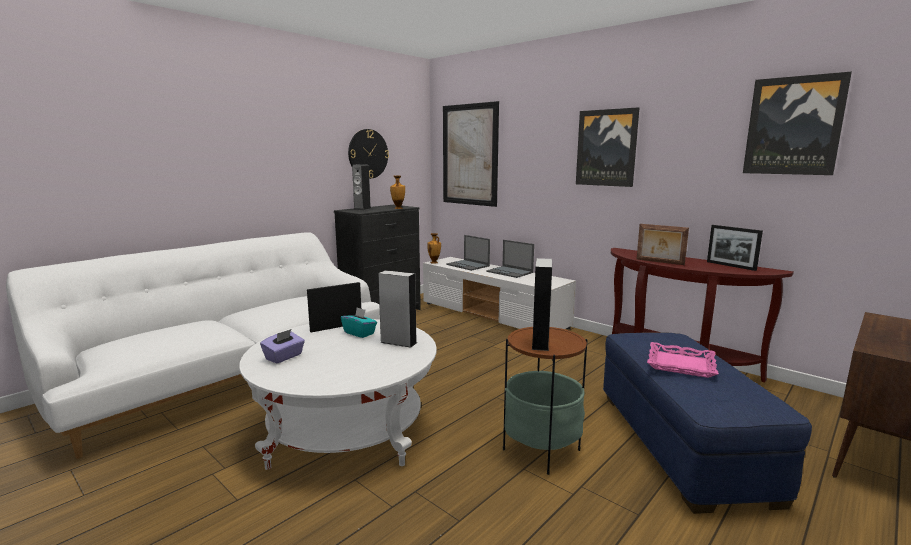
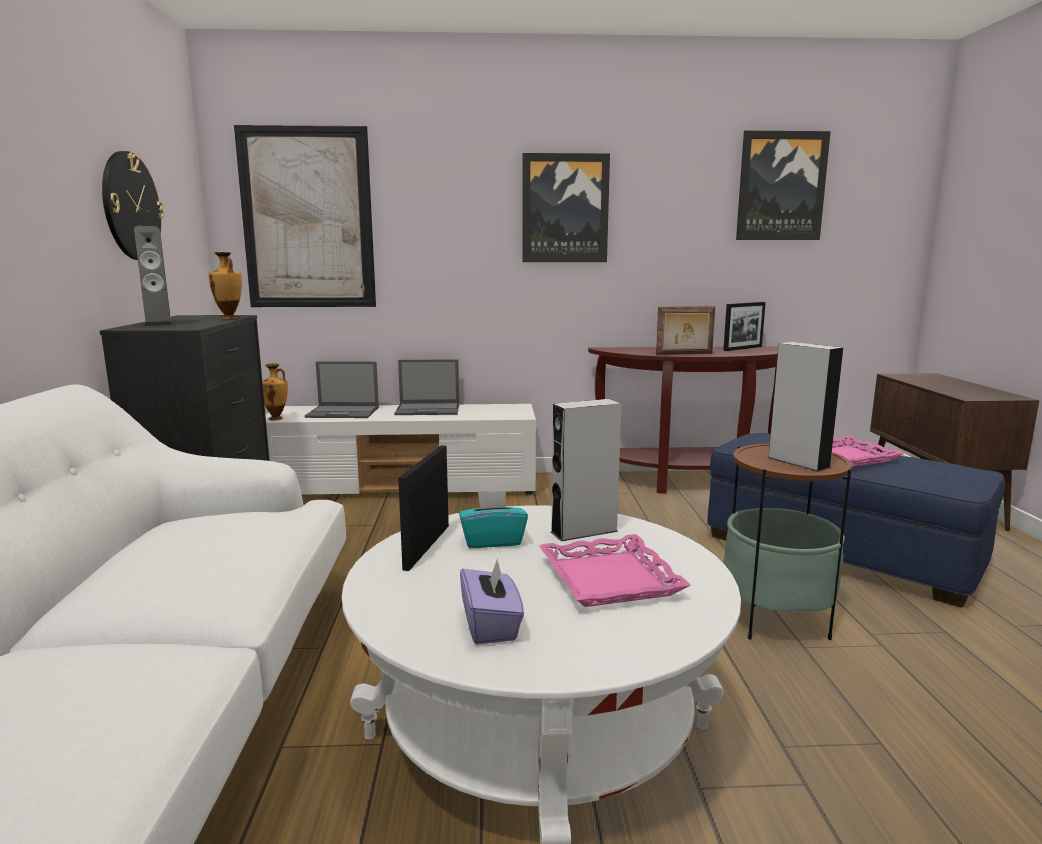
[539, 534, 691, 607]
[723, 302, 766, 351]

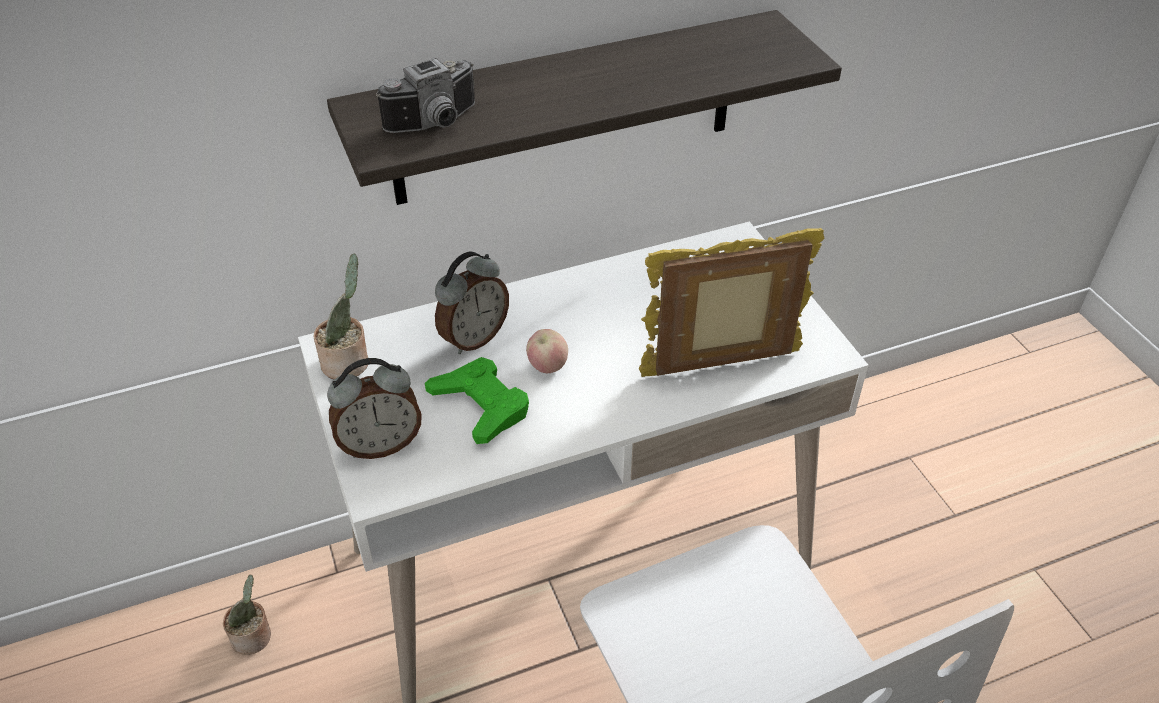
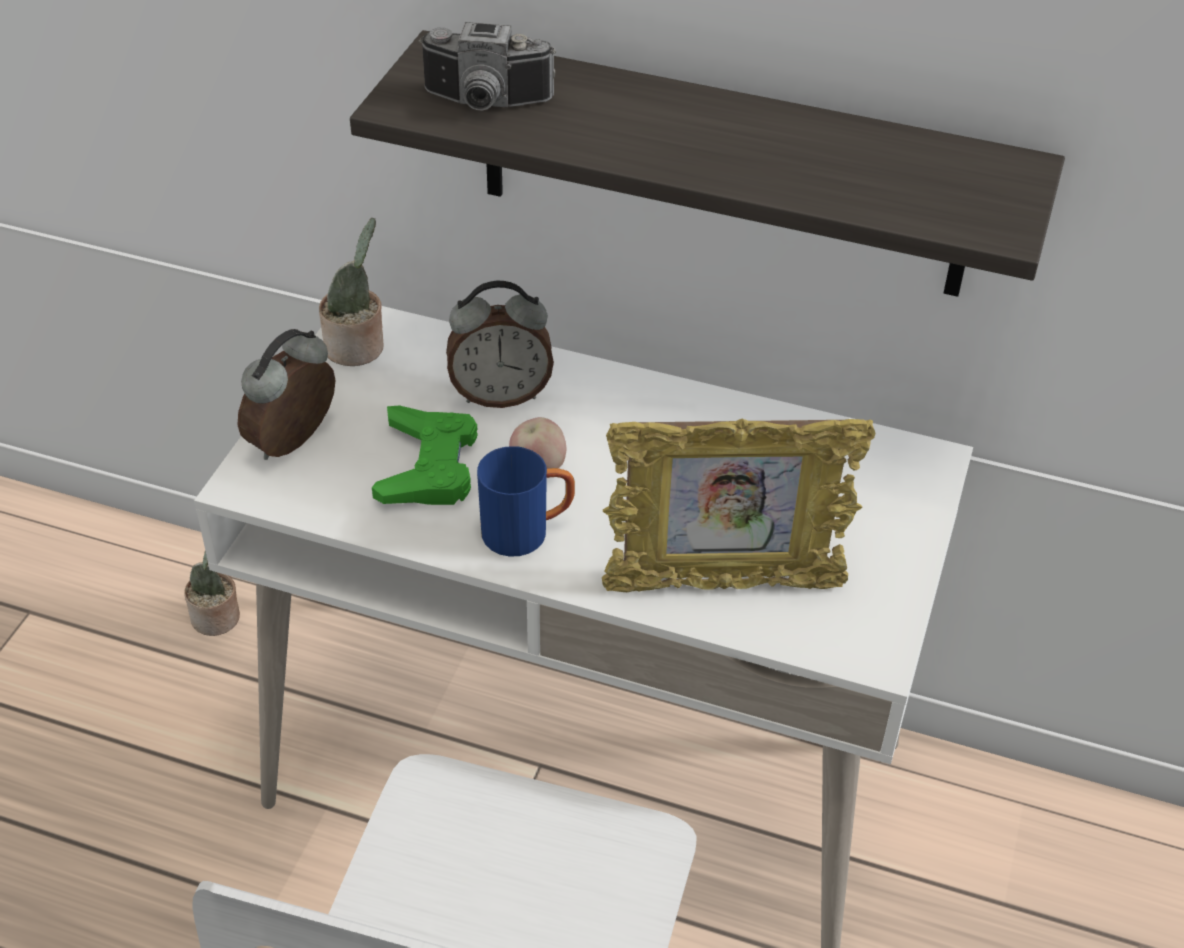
[477, 446, 575, 557]
[237, 329, 336, 460]
[602, 418, 876, 592]

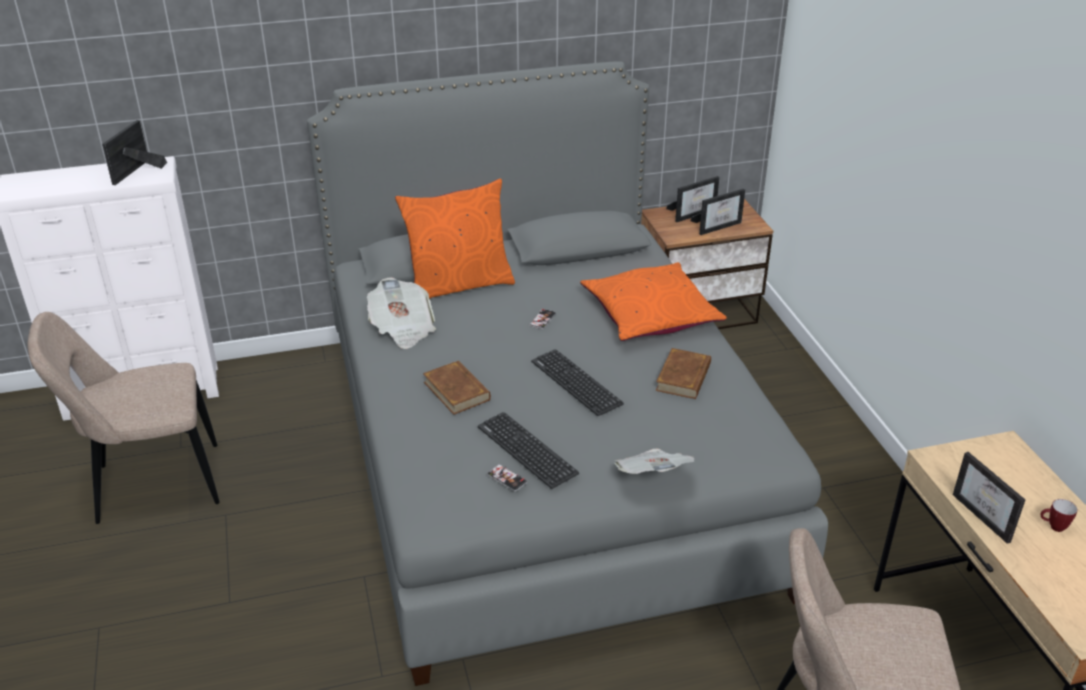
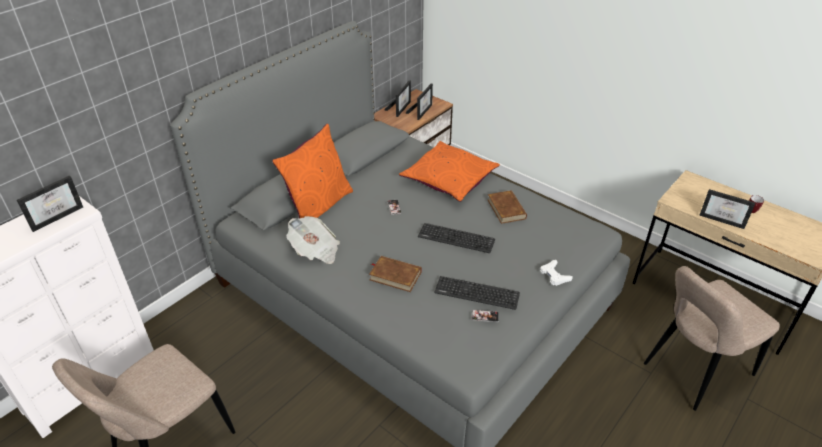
[540, 260, 573, 286]
[17, 176, 83, 232]

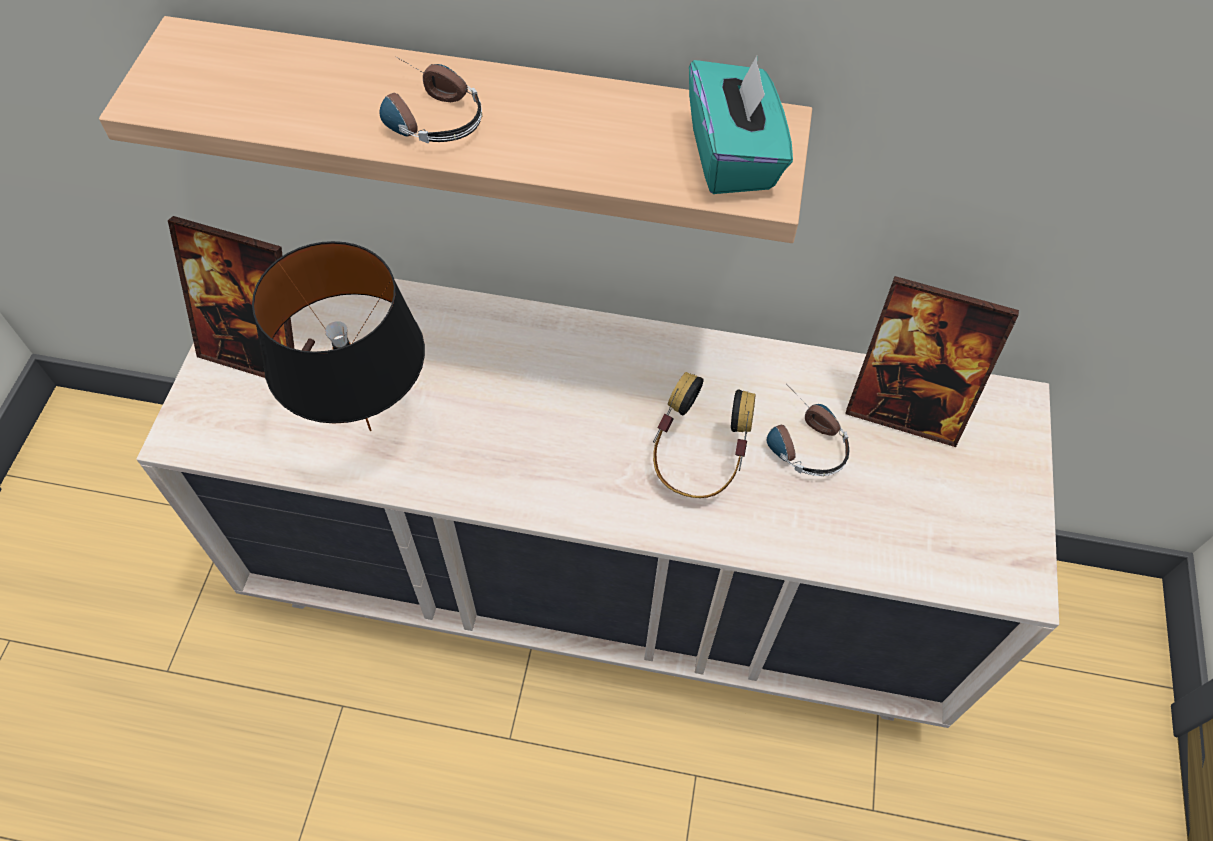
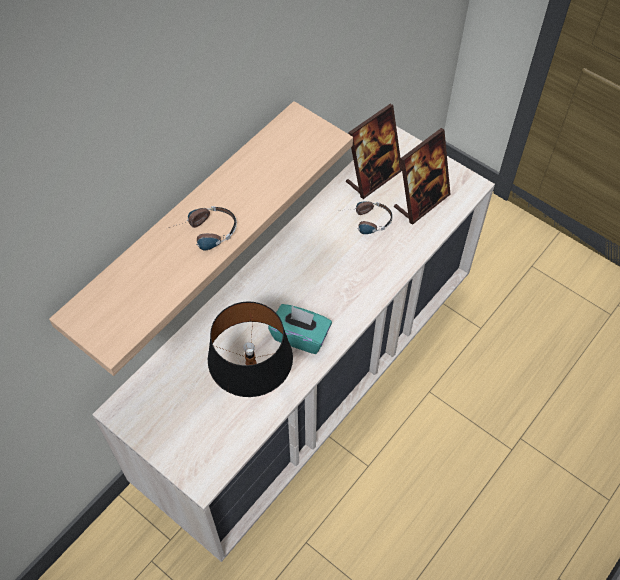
[653, 372, 755, 498] (first image)
[394, 128, 451, 225]
[268, 304, 332, 354]

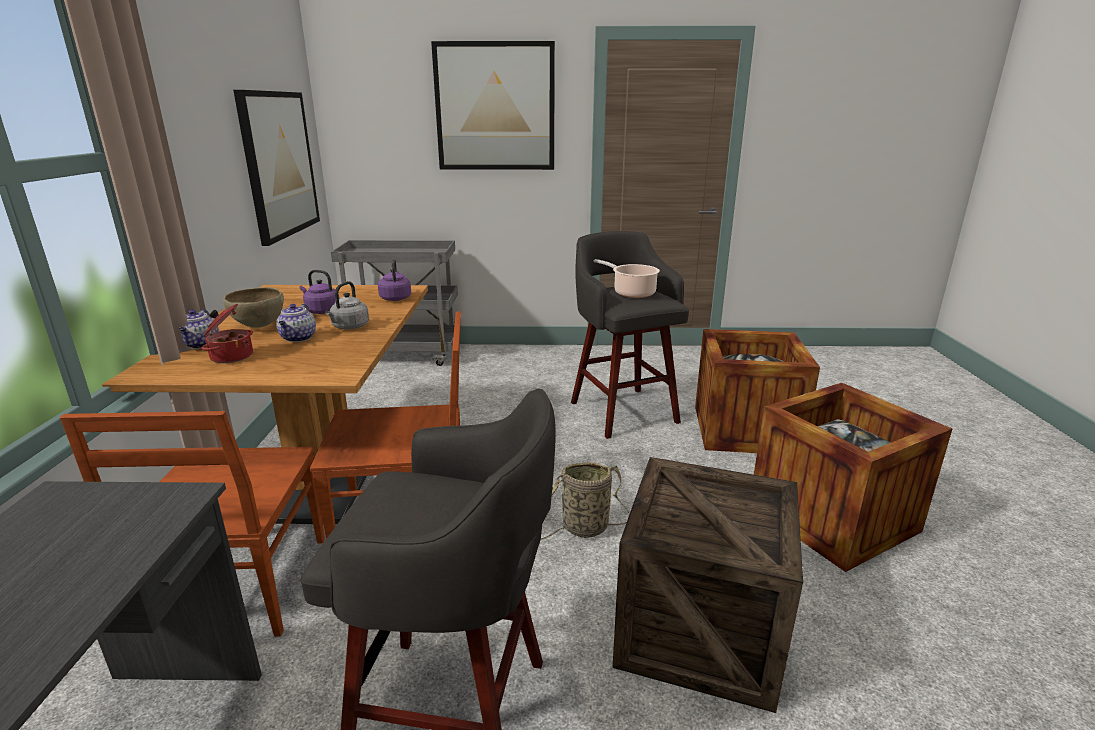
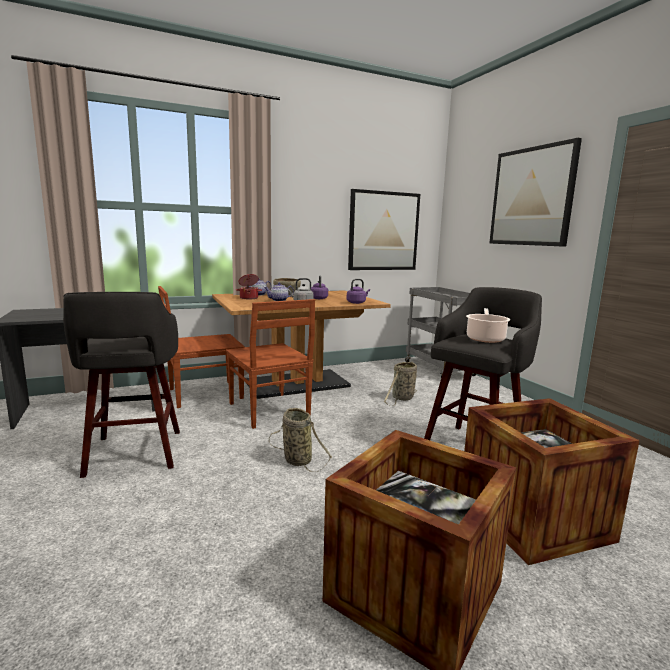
[612, 457, 803, 713] (first image)
[384, 361, 417, 406]

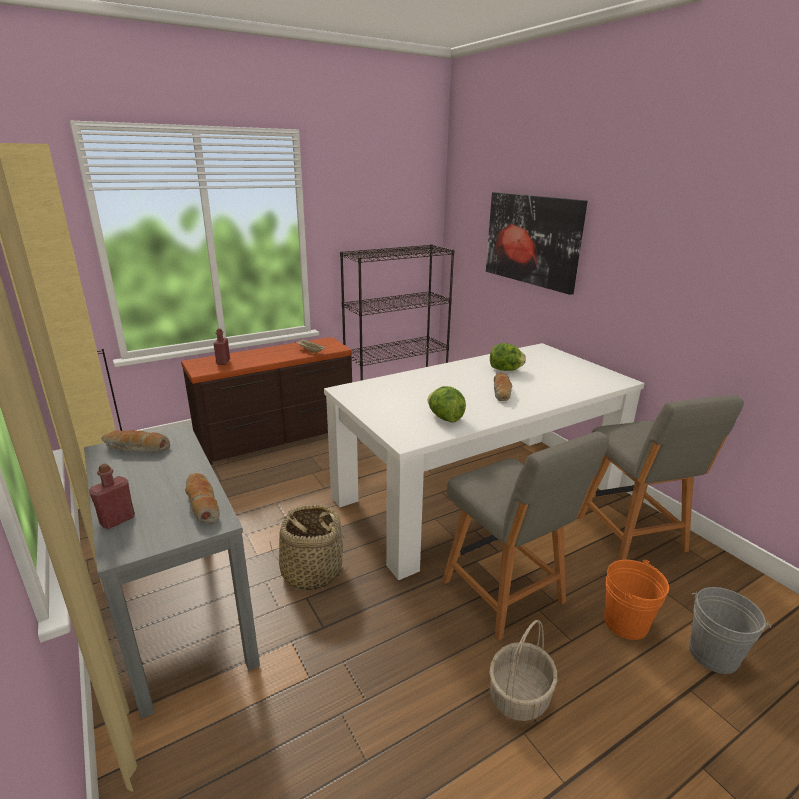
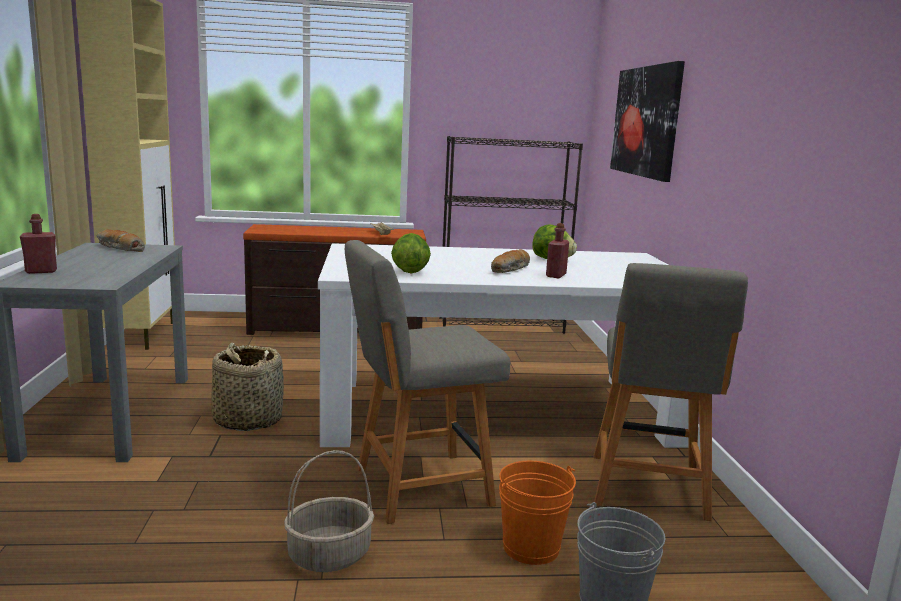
[185, 473, 220, 524] (first image)
[546, 223, 569, 278]
[345, 240, 510, 524]

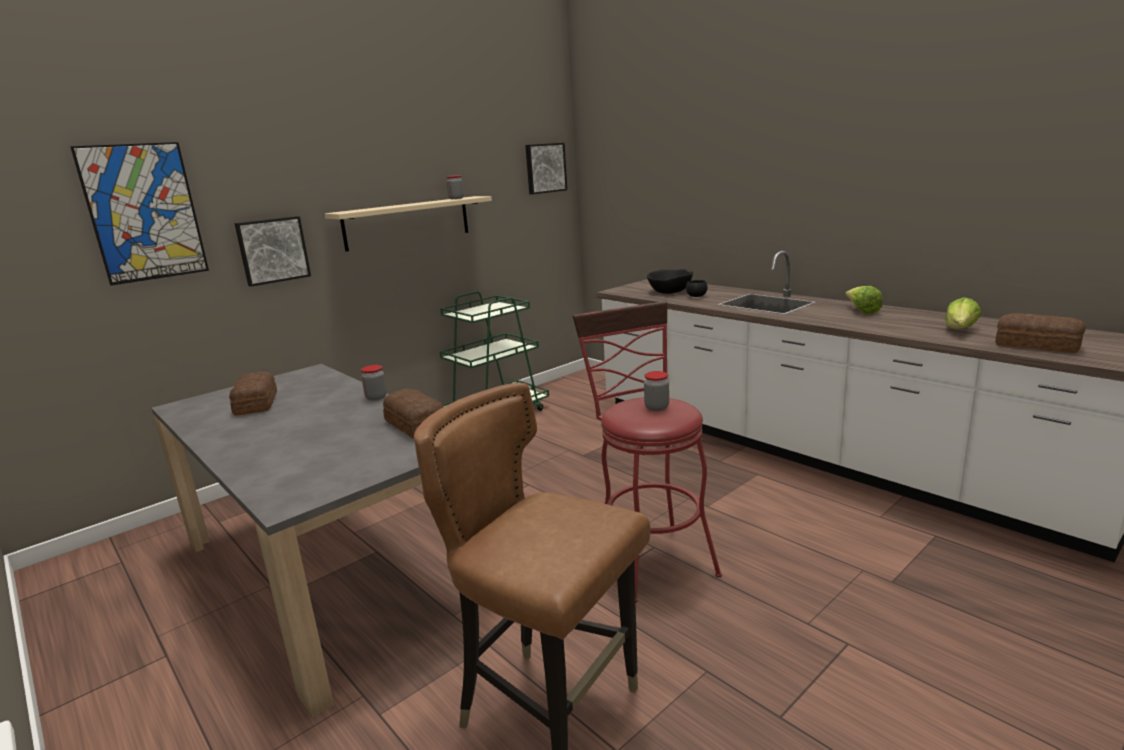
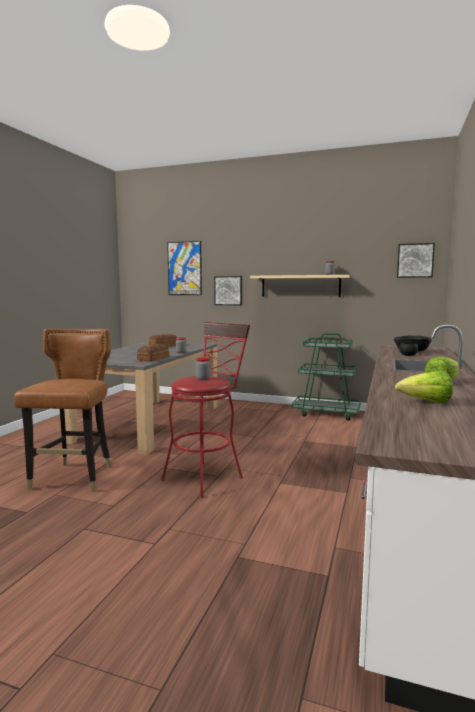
[995, 313, 1086, 353] (first image)

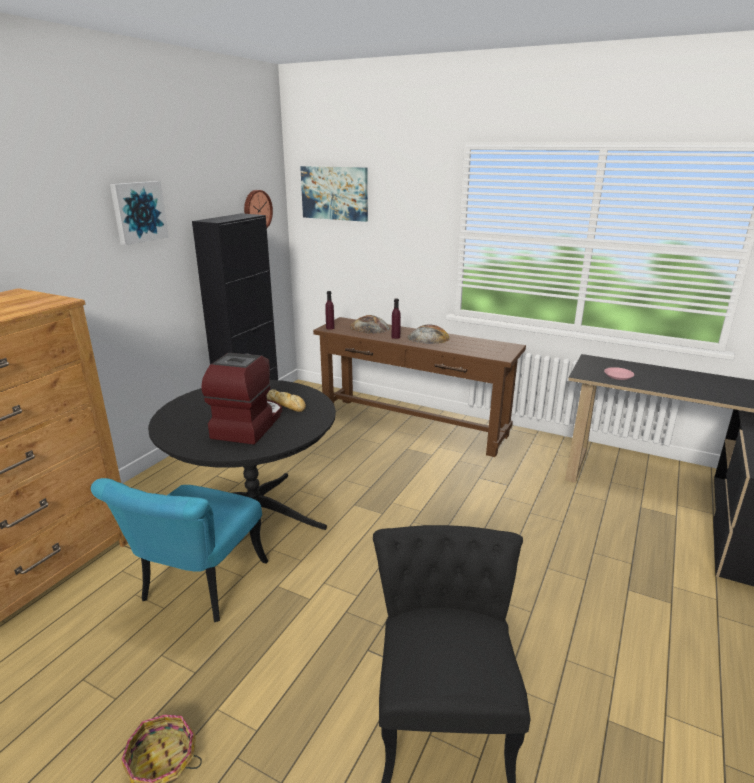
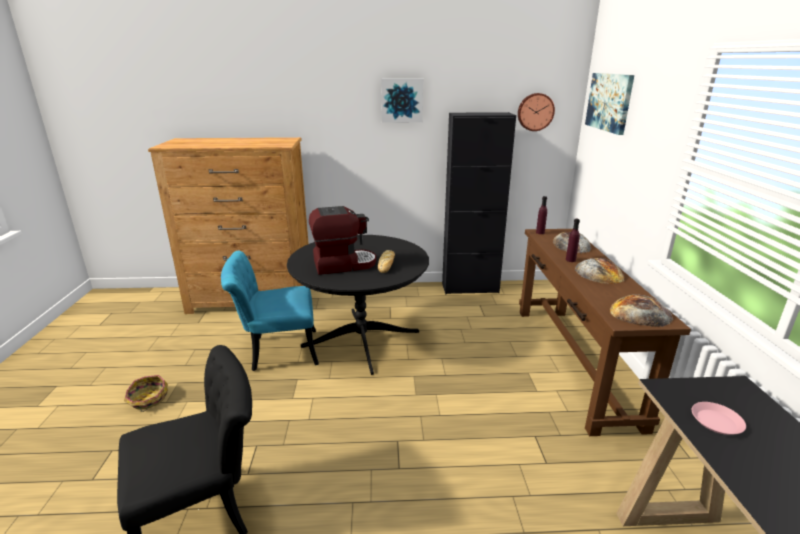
[610, 294, 673, 327]

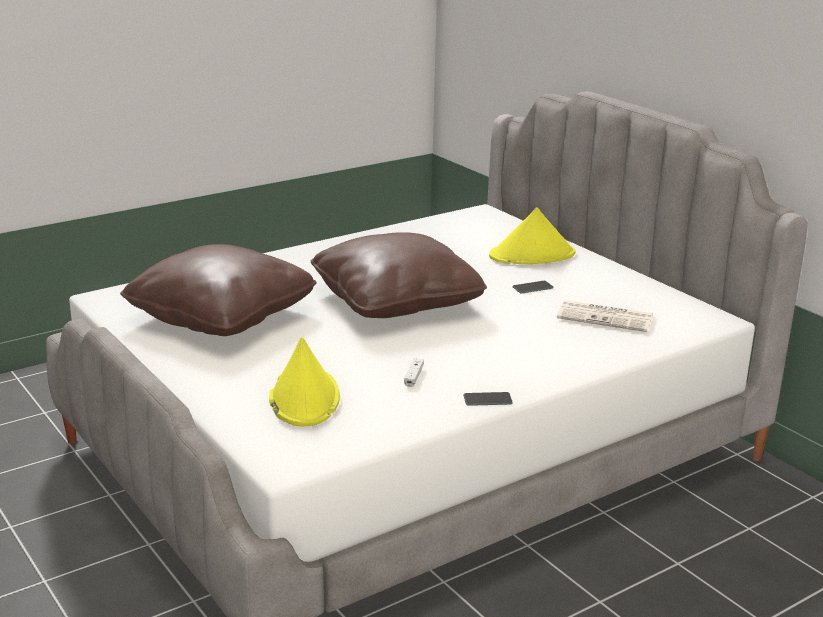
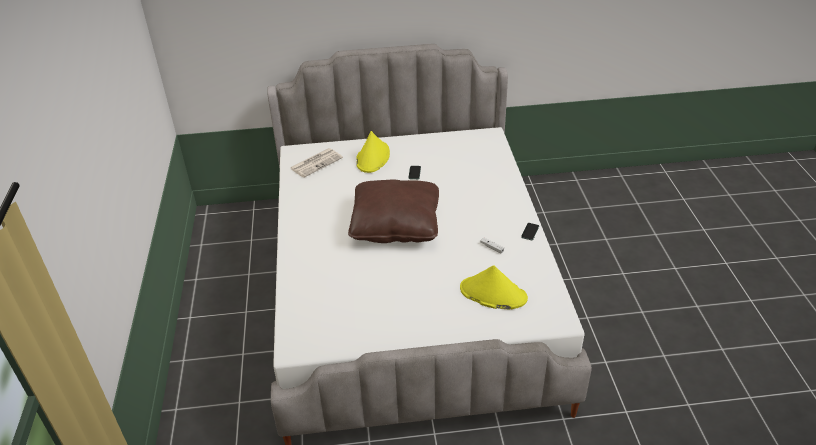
[120, 244, 317, 336] (first image)
[290, 148, 343, 178]

